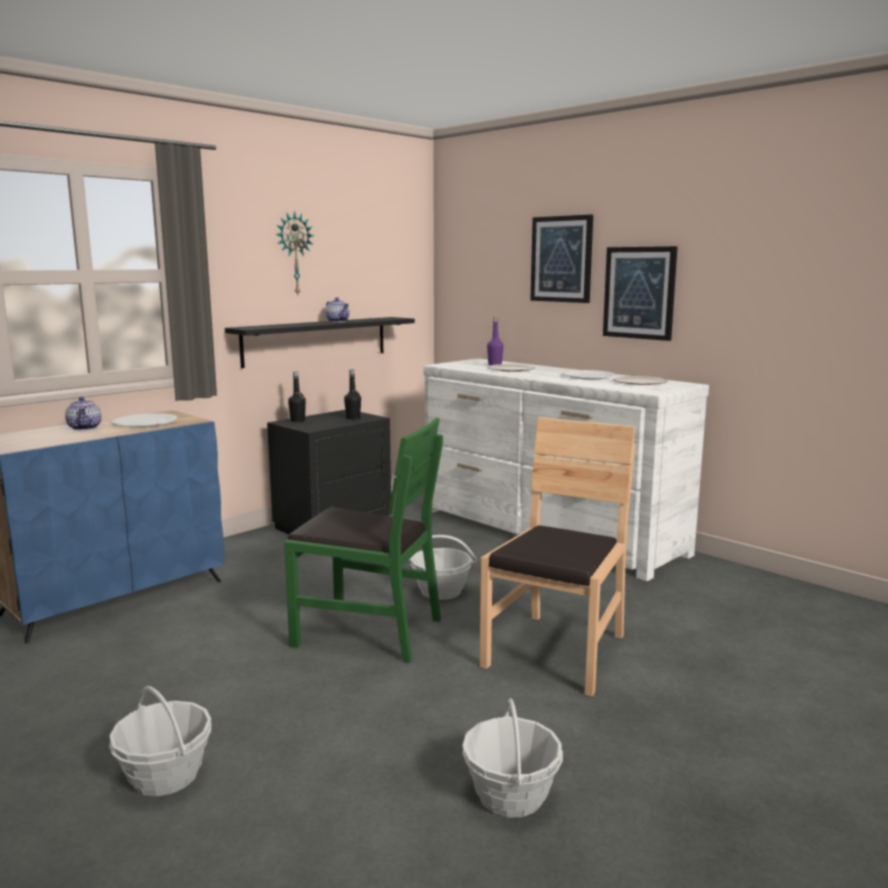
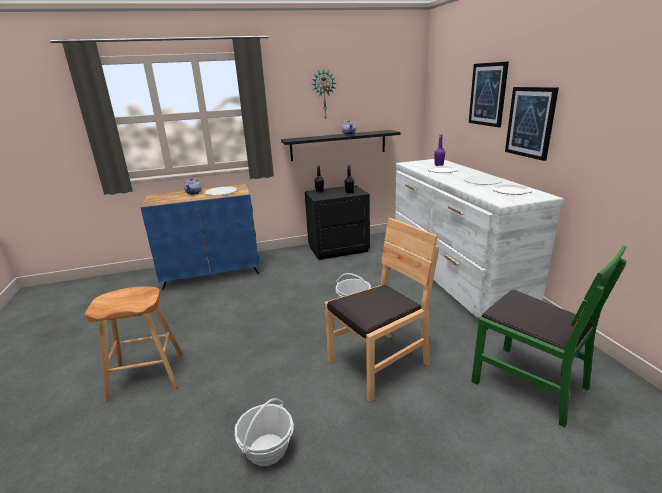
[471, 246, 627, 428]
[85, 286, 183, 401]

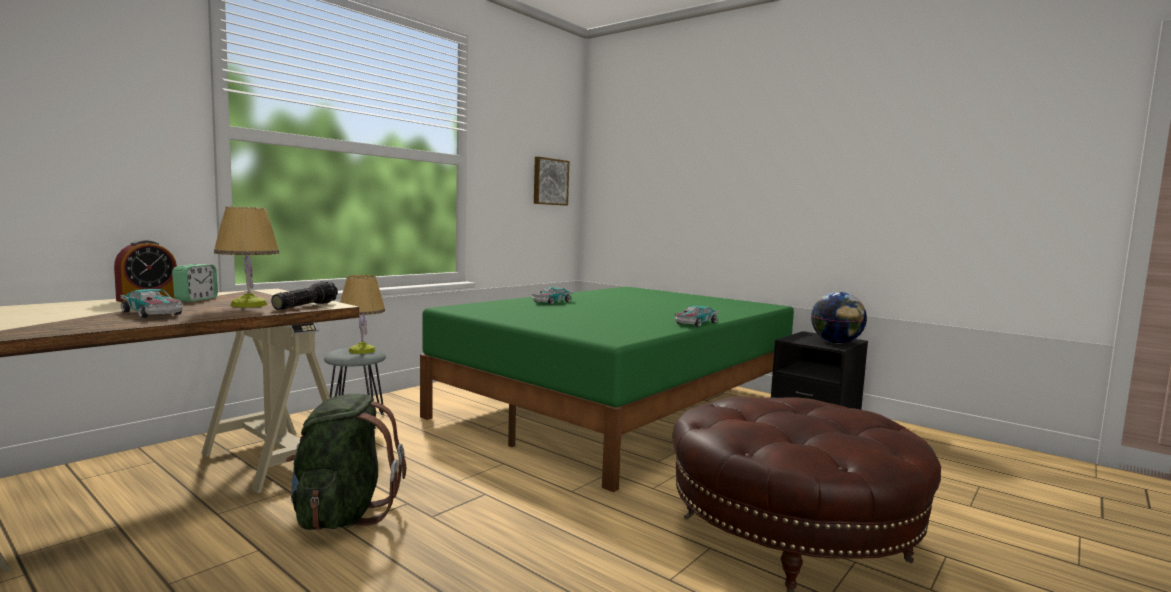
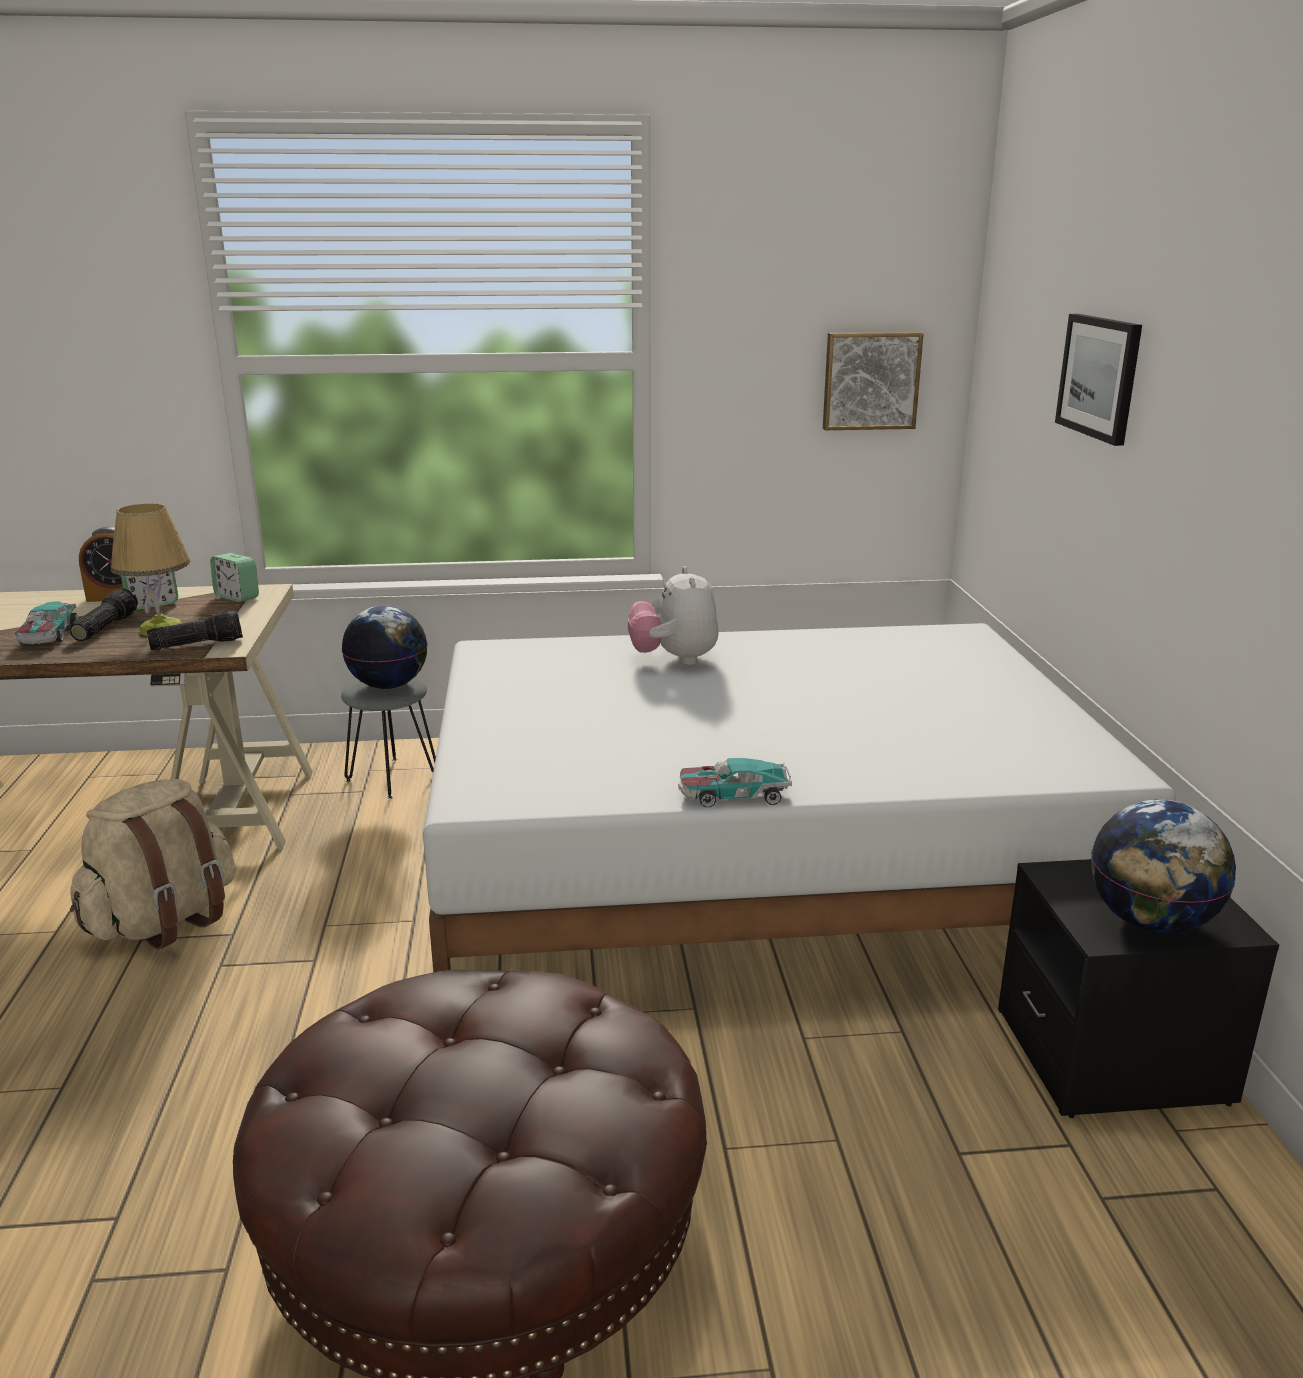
[70, 589, 138, 641]
[210, 553, 259, 602]
[1055, 314, 1142, 446]
[342, 606, 427, 689]
[628, 566, 719, 665]
[70, 779, 236, 949]
[423, 623, 1176, 972]

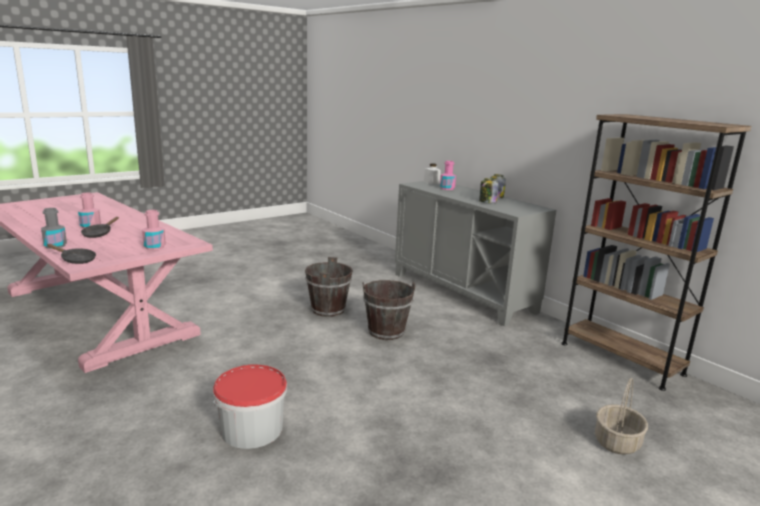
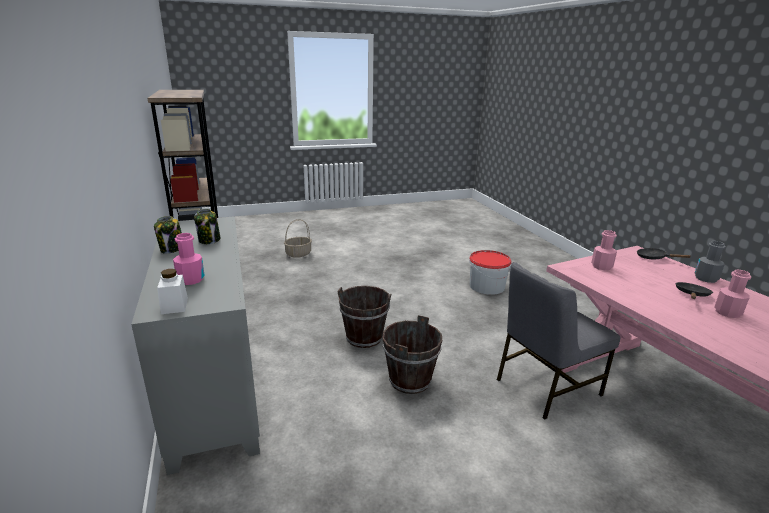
[497, 262, 620, 420]

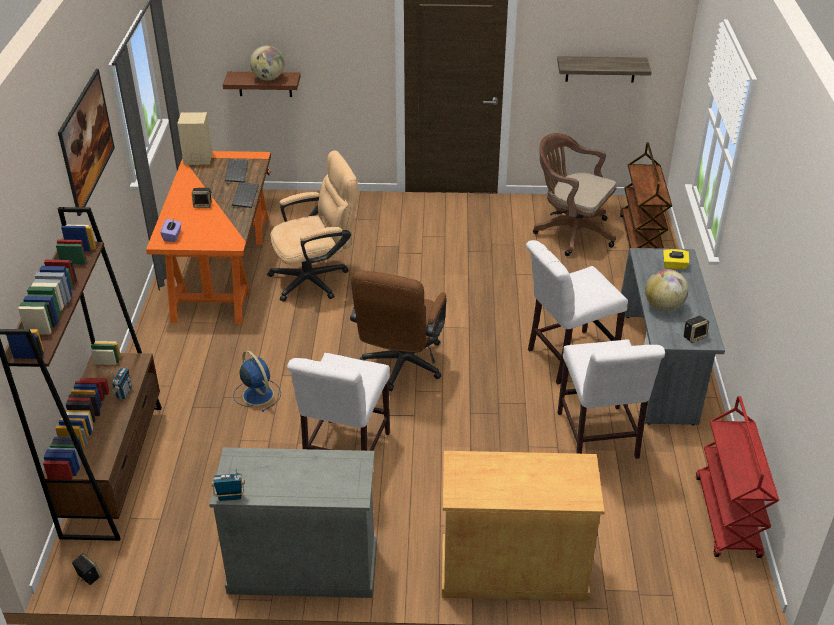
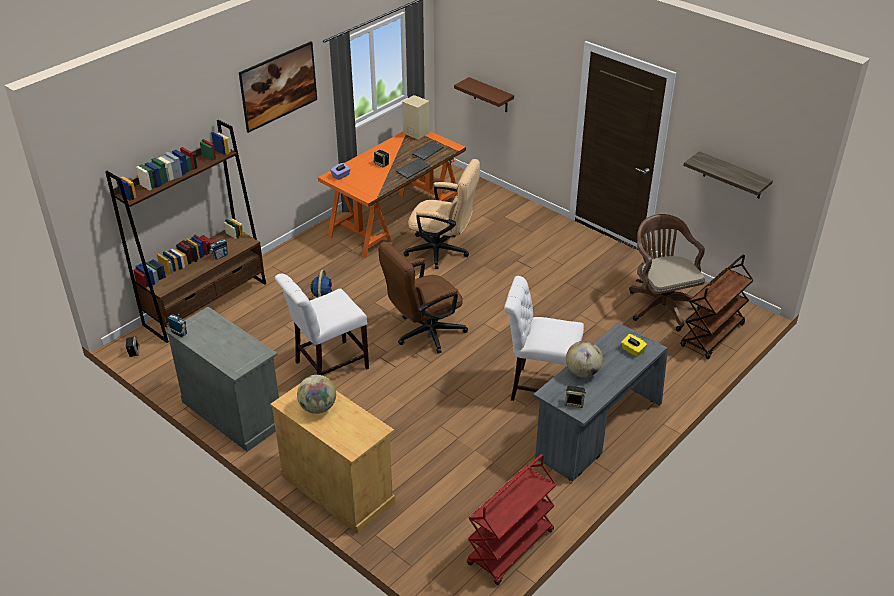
[557, 340, 665, 459] (first image)
[297, 375, 336, 414]

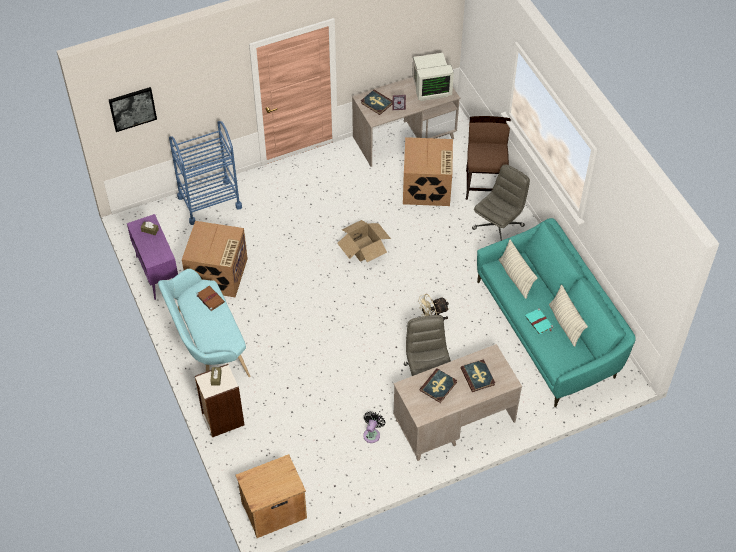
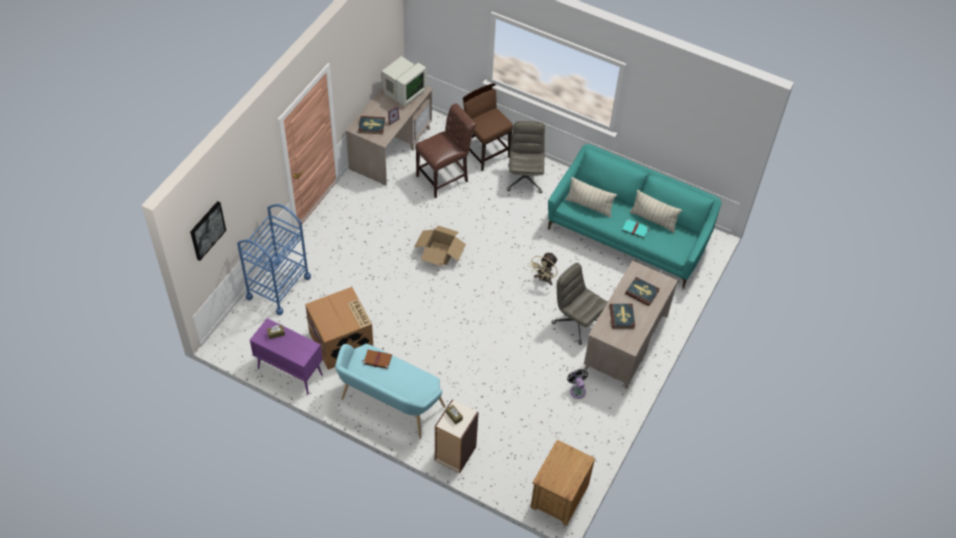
[415, 103, 476, 198]

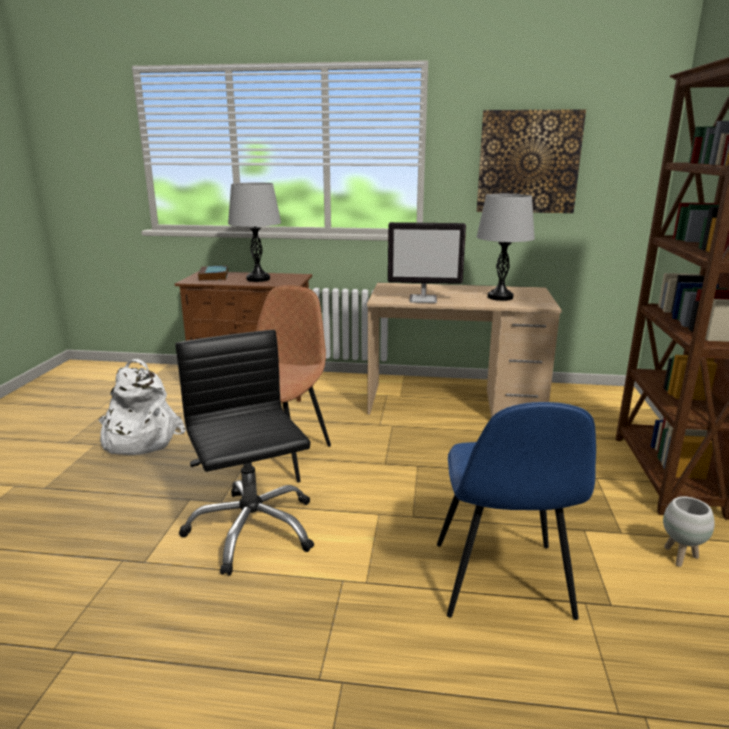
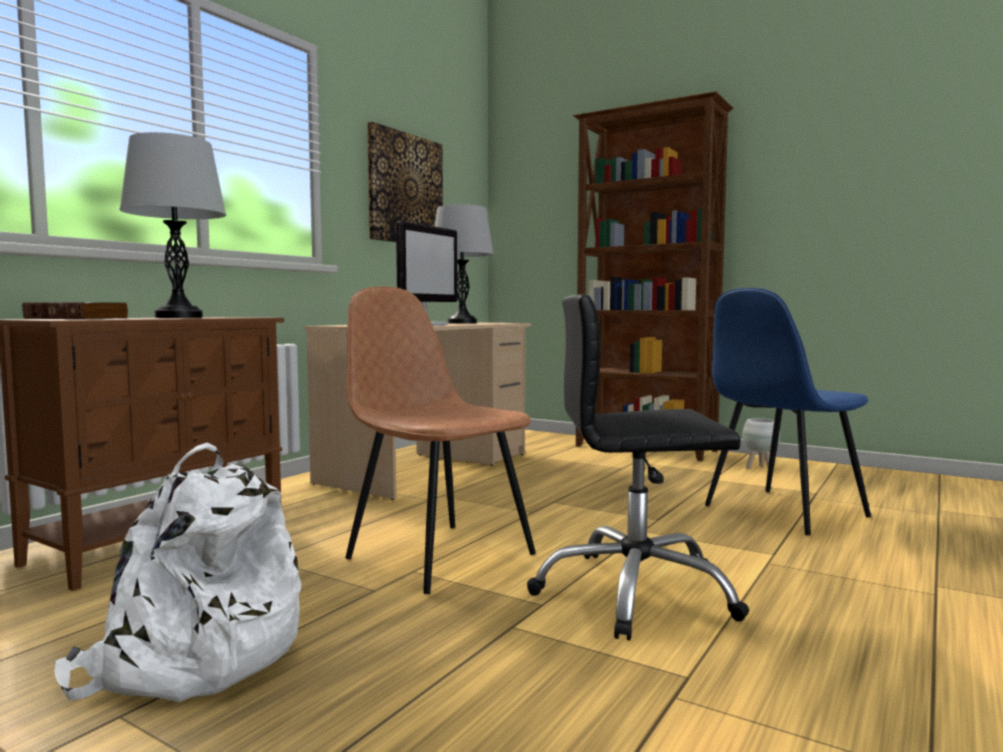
[705, 288, 871, 535]

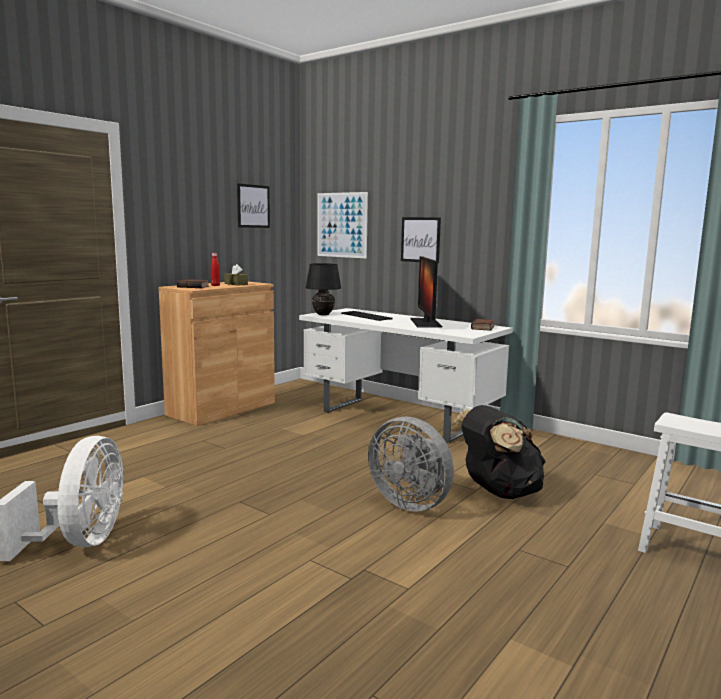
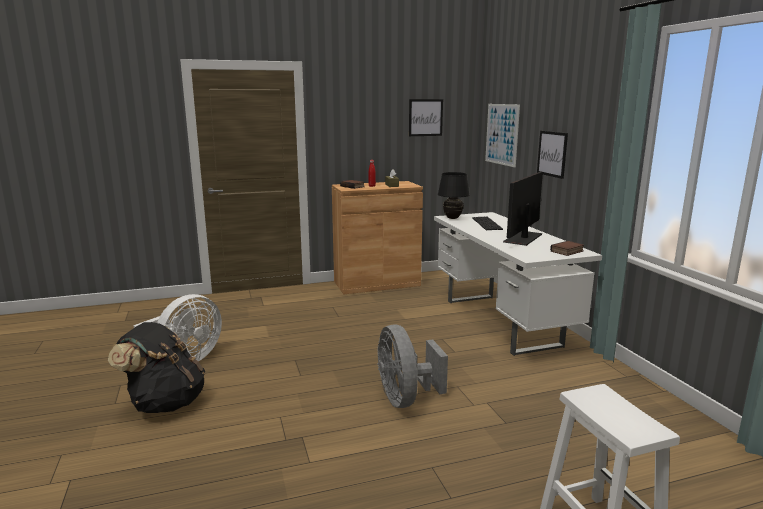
[108, 322, 205, 413]

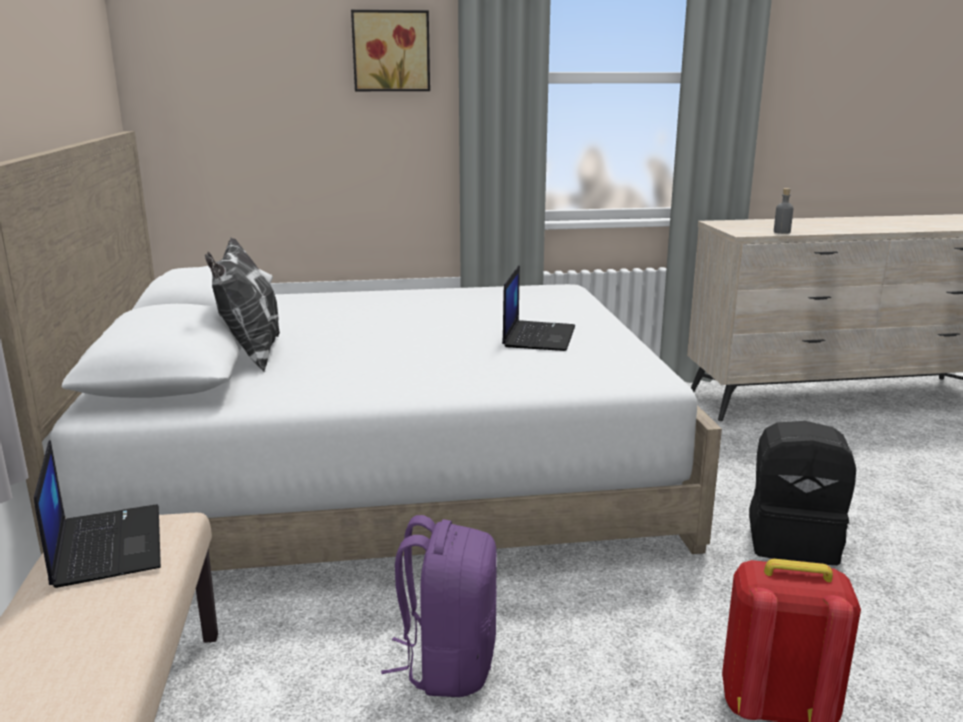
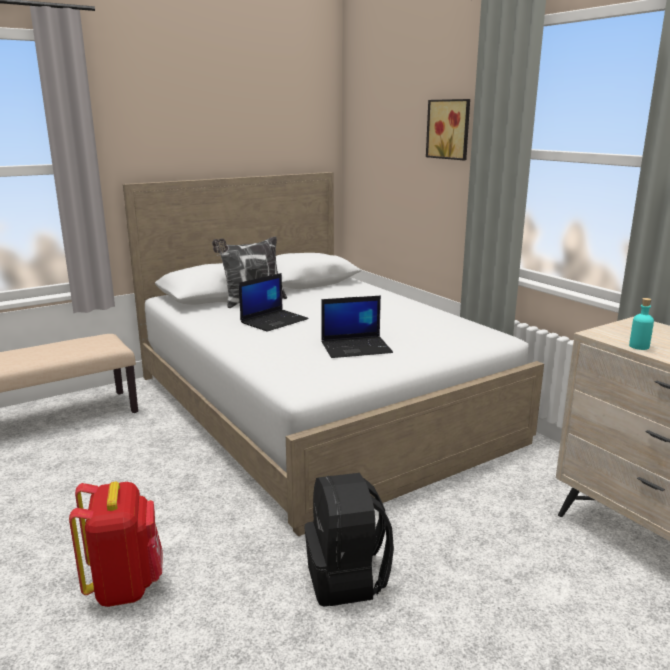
[381, 515, 497, 697] (first image)
[239, 273, 309, 332]
[629, 298, 654, 350]

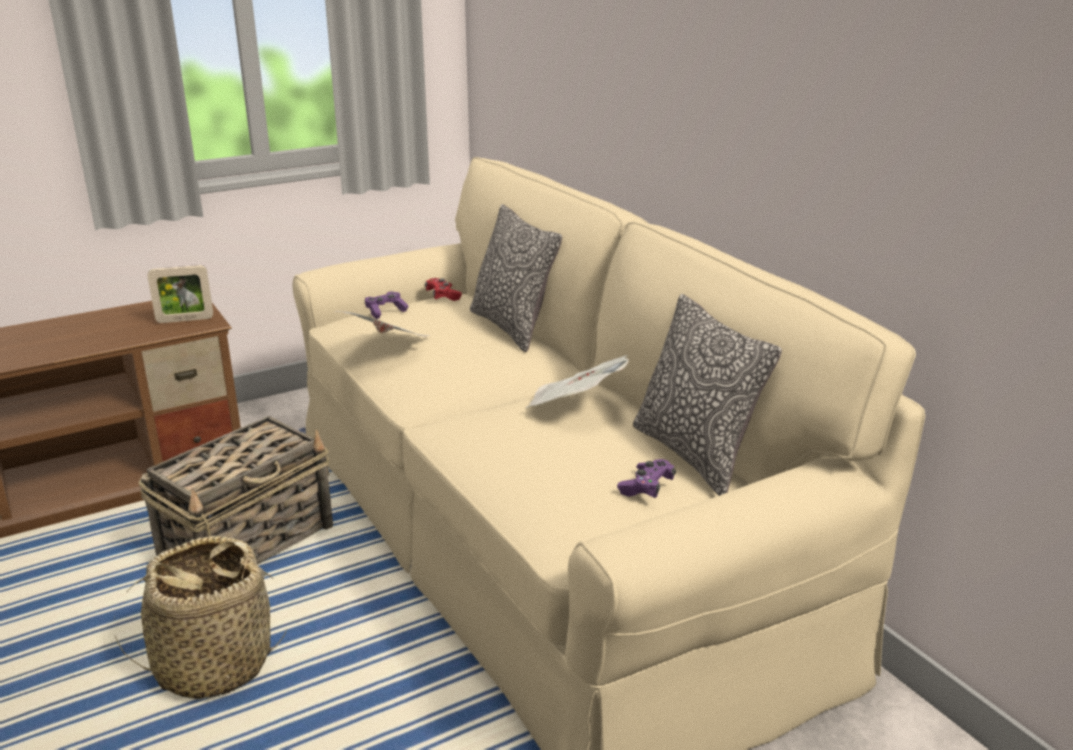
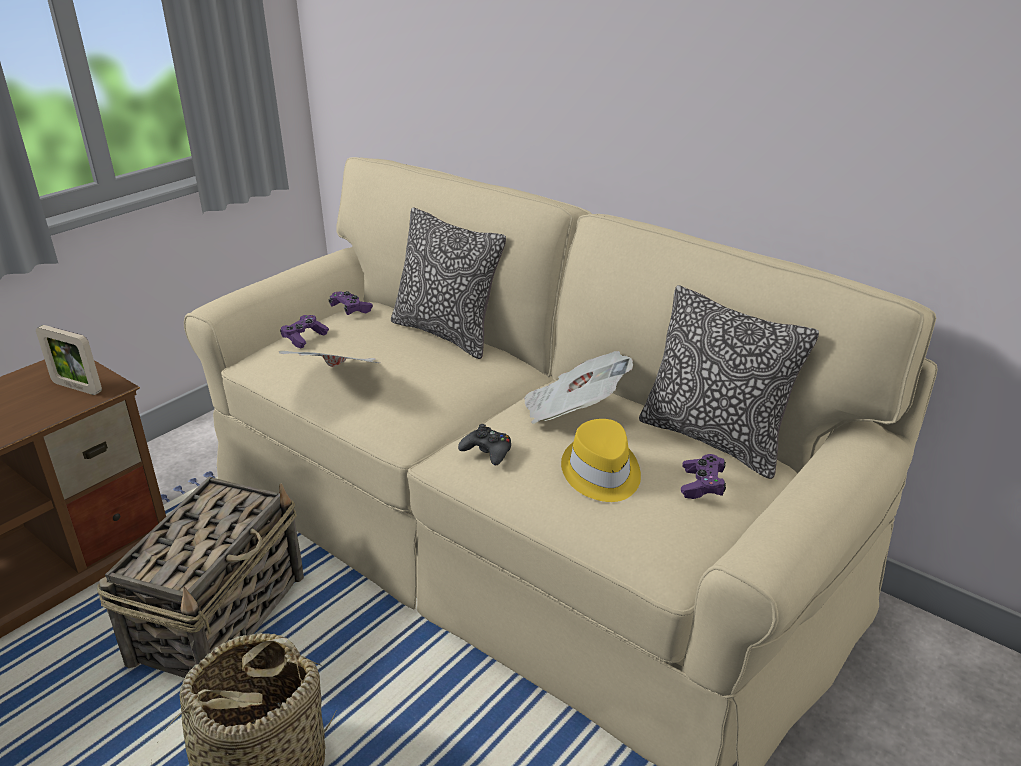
[458, 424, 511, 466]
[561, 419, 641, 502]
[329, 291, 373, 315]
[36, 325, 102, 395]

